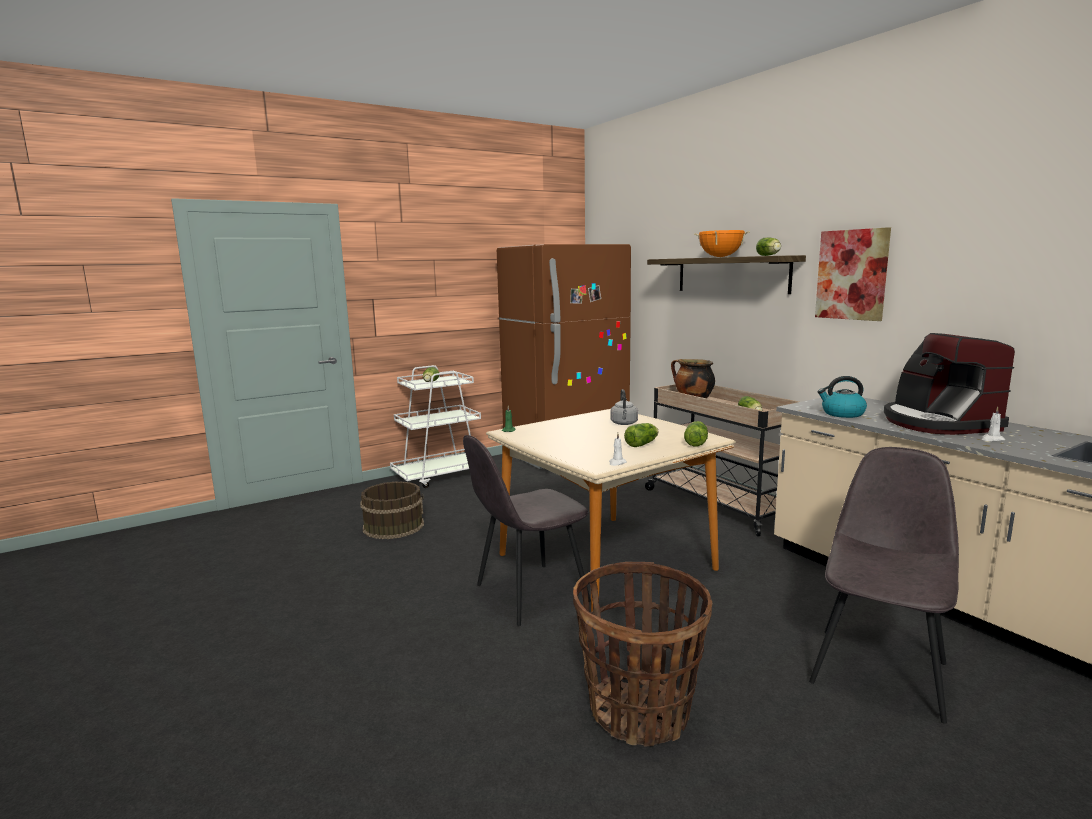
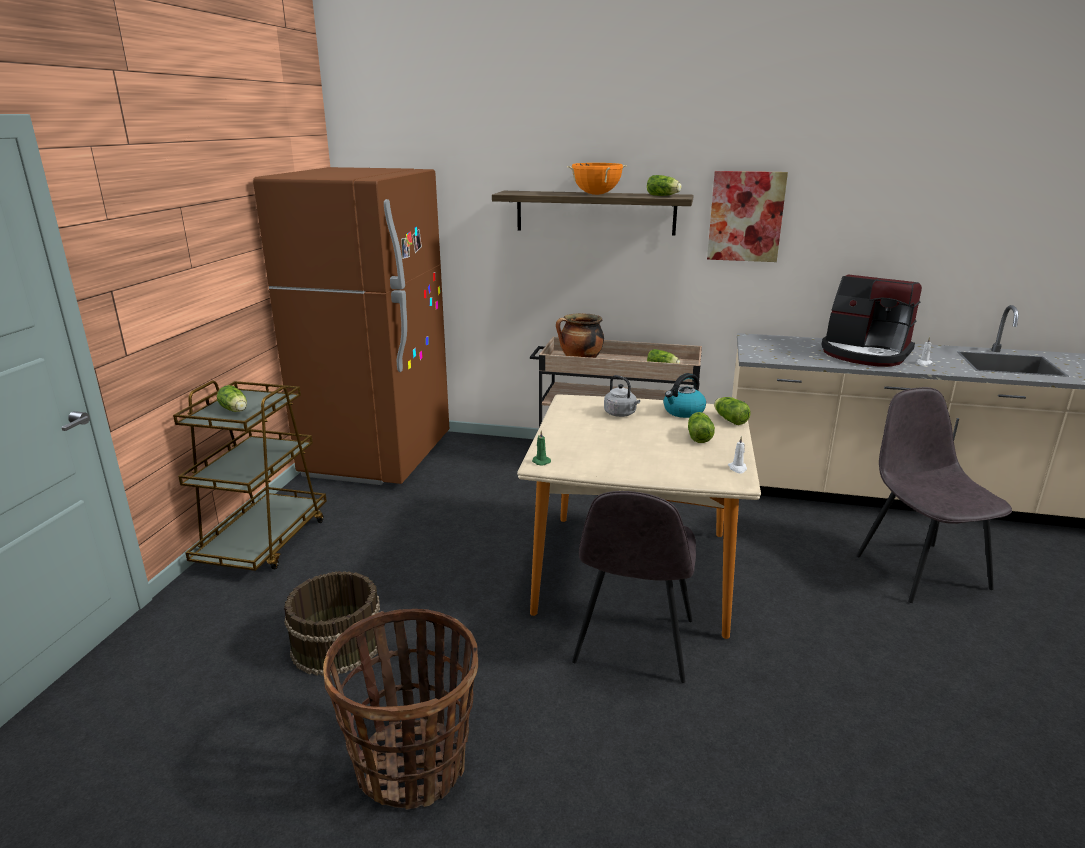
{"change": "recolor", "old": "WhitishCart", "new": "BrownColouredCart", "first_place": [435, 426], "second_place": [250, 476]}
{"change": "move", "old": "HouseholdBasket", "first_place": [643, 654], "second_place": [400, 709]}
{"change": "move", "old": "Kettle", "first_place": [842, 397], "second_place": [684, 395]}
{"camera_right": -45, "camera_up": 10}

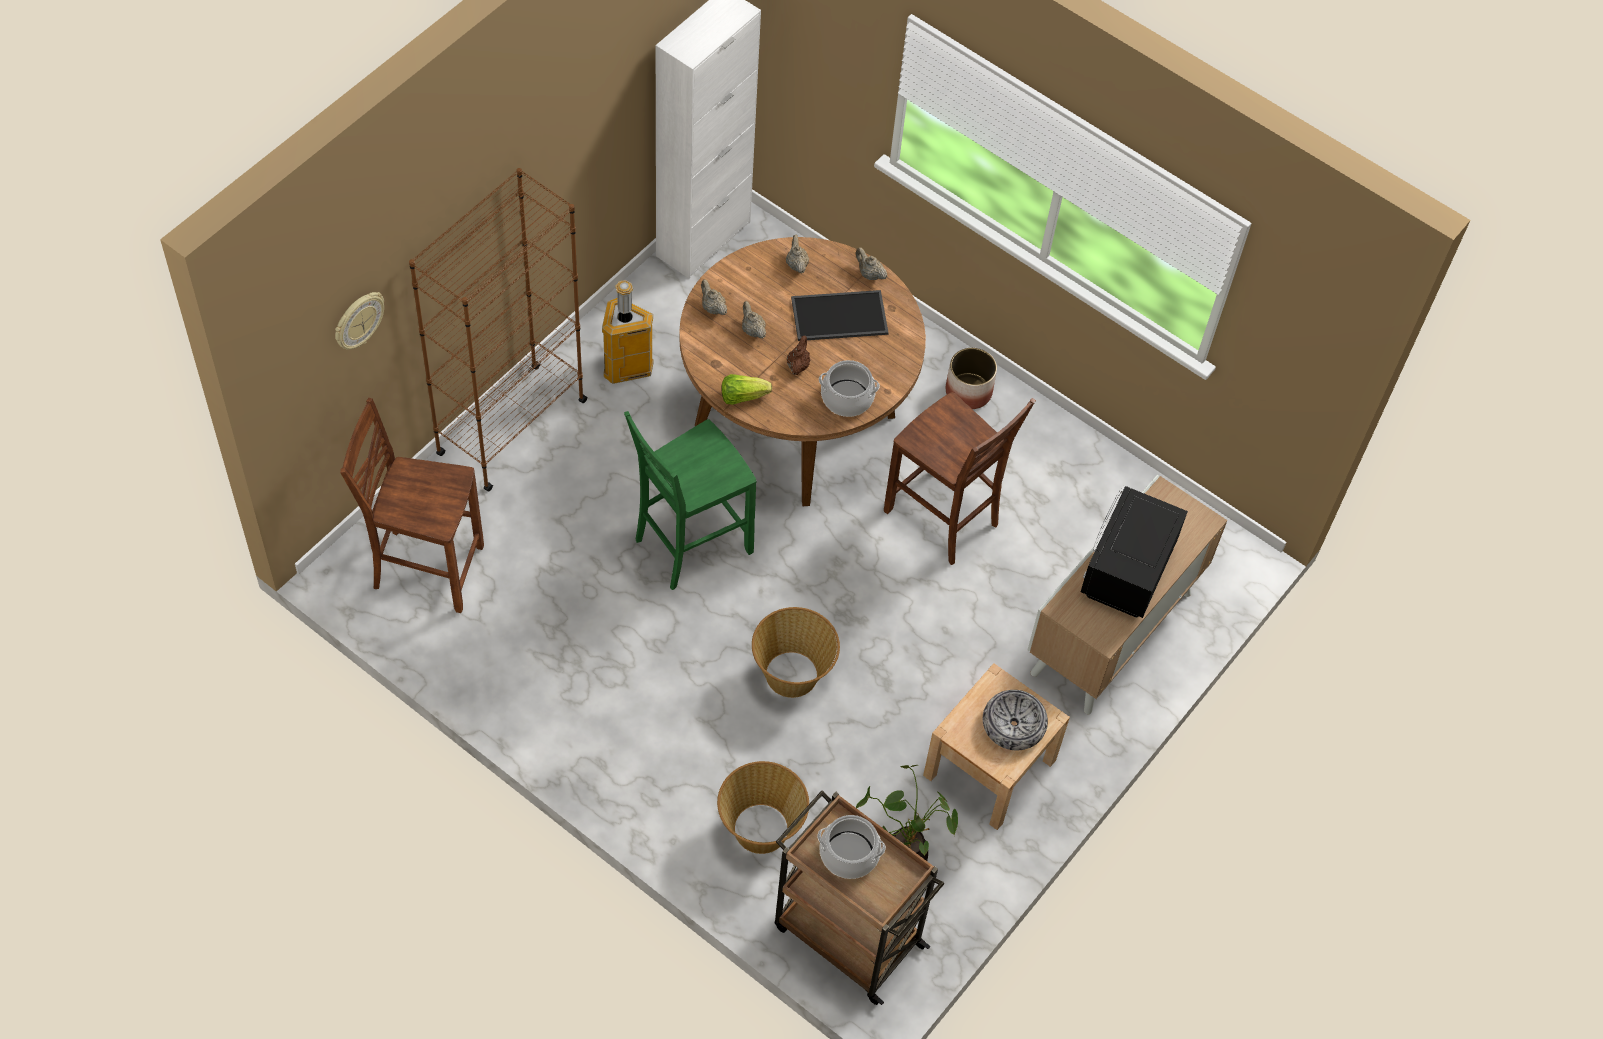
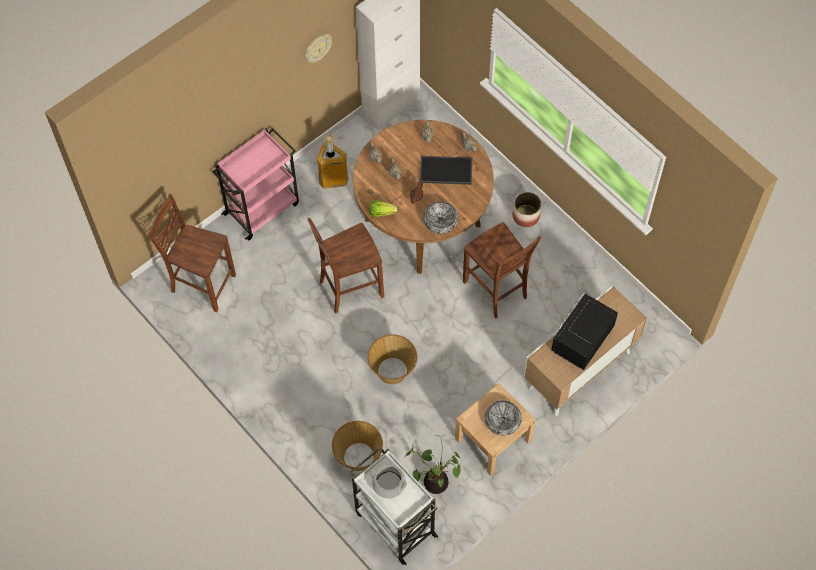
{"change": "move", "old": "ClockOnTheWall", "first_place": [359, 320], "second_place": [318, 48]}
{"change": "replace", "old": "BrownColouredShelvingUnit", "new": "PinkishCart", "first_place": [498, 329], "second_place": [255, 184]}
{"change": "recolor", "old": "GreenUprightChair", "new": "BrownColouredUprightChair", "first_place": [690, 500], "second_place": [346, 266]}
{"change": "recolor", "old": "BrownColouredCart", "new": "WhitishCart", "first_place": [859, 897], "second_place": [394, 506]}
{"change": "replace", "old": "Stockpot", "new": "ServingBowl", "first_place": [849, 388], "second_place": [440, 217]}
{"camera_right": 15, "camera_up": 5}

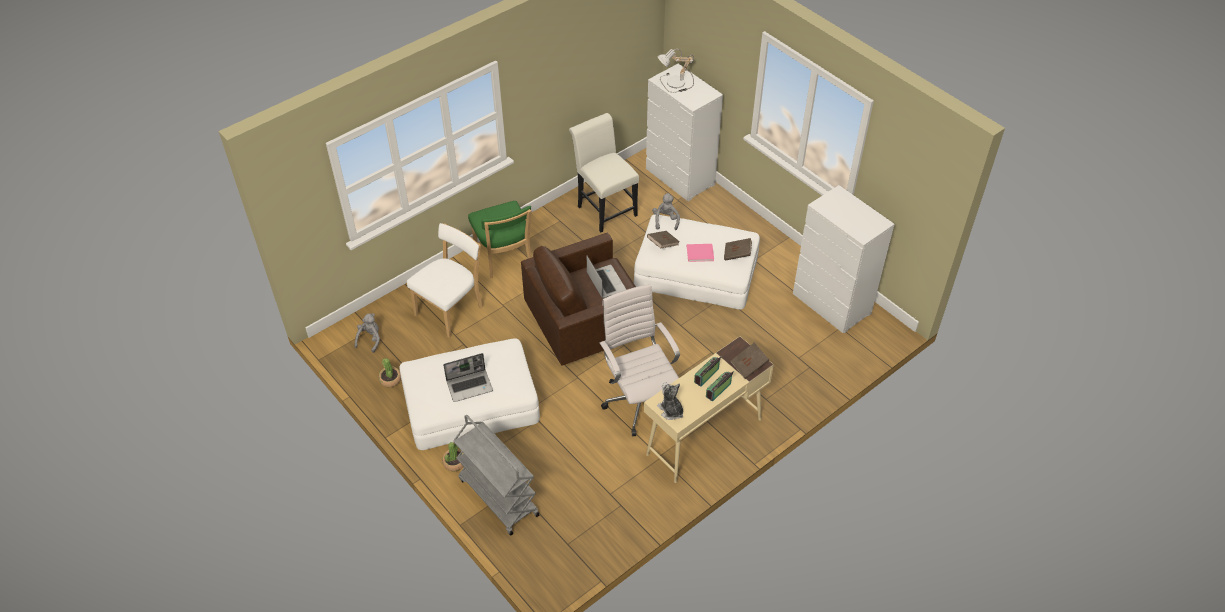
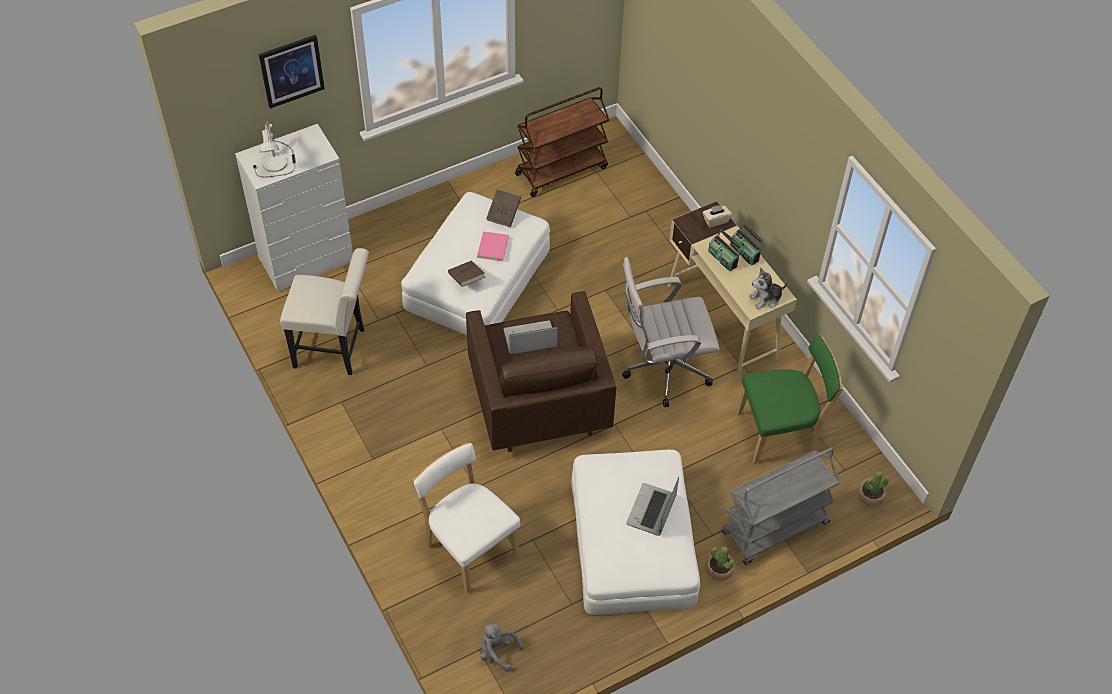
{"change": "move", "old": "Houseplant", "first_place": [390, 373], "second_place": [873, 488]}
{"change": "rotate", "old": "Laptop", "first_place": [468, 377], "second_place": [652, 506], "degrees": -150}
{"change": "move", "old": "GreenUprightChair", "first_place": [500, 239], "second_place": [790, 399]}
{"change": "rotate", "old": "WhitishUprightChair", "first_place": [604, 172], "second_place": [324, 311], "degrees": -150}
{"change": "delete", "old": "GraySoftToy", "first_place": [666, 211]}
{"change": "replace", "old": "BrownColouredBook", "new": "SandColouredTissueHolder", "first_place": [750, 360], "second_place": [717, 216]}
{"change": "replace", "old": "WhitishChestOfDrawers", "new": "BrownColouredCart", "first_place": [843, 259], "second_place": [562, 142]}
{"change": "insert", "new": "WallArt", "second_place": [292, 72]}
{"camera_right": -80, "camera_up": 5}

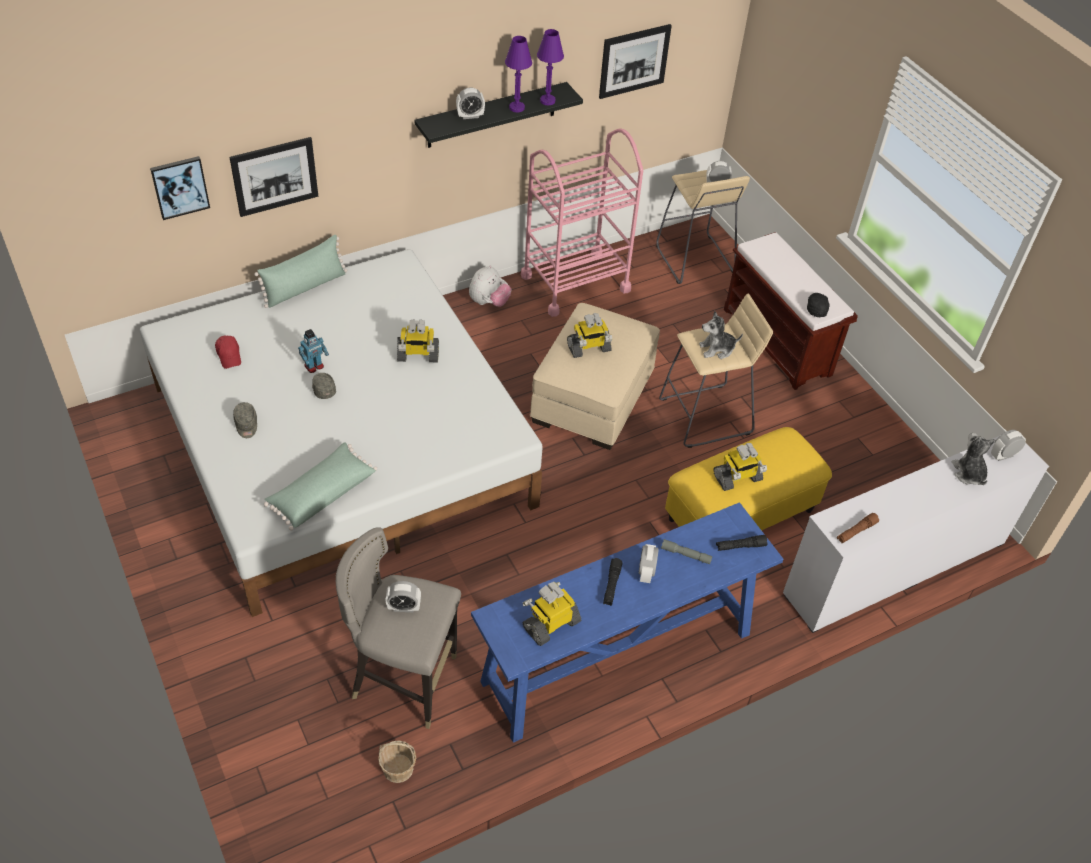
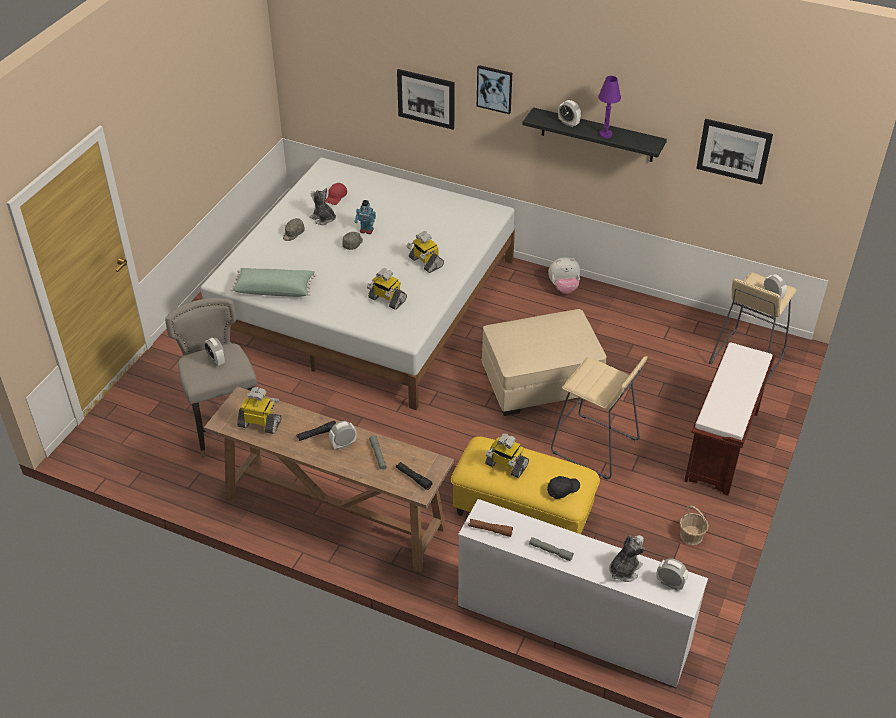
{"change": "move", "old": "WallArt", "first_place": [180, 188], "second_place": [494, 89]}
{"change": "delete", "old": "GreenThrowPillow", "first_place": [300, 271]}
{"change": "move", "old": "HouseholdBasket", "first_place": [397, 761], "second_place": [694, 525]}
{"change": "recolor", "old": "BlueNarrowTable", "new": "BrownColouredNarrowTable", "first_place": [627, 622], "second_place": [329, 479]}
{"change": "delete", "old": "PinkishCart", "first_place": [582, 222]}
{"change": "delete", "old": "PurpleLampForATable", "first_place": [550, 67]}
{"change": "move", "old": "ModelRobot", "first_place": [589, 335], "second_place": [387, 289]}
{"change": "move", "old": "SoftToy", "first_place": [721, 335], "second_place": [323, 206]}
{"change": "move", "old": "BlackColouredBaseballCap", "first_place": [818, 305], "second_place": [563, 487]}
{"change": "insert", "new": "GrayTorch", "second_place": [551, 549]}
{"camera_right": 55, "camera_up": -5}

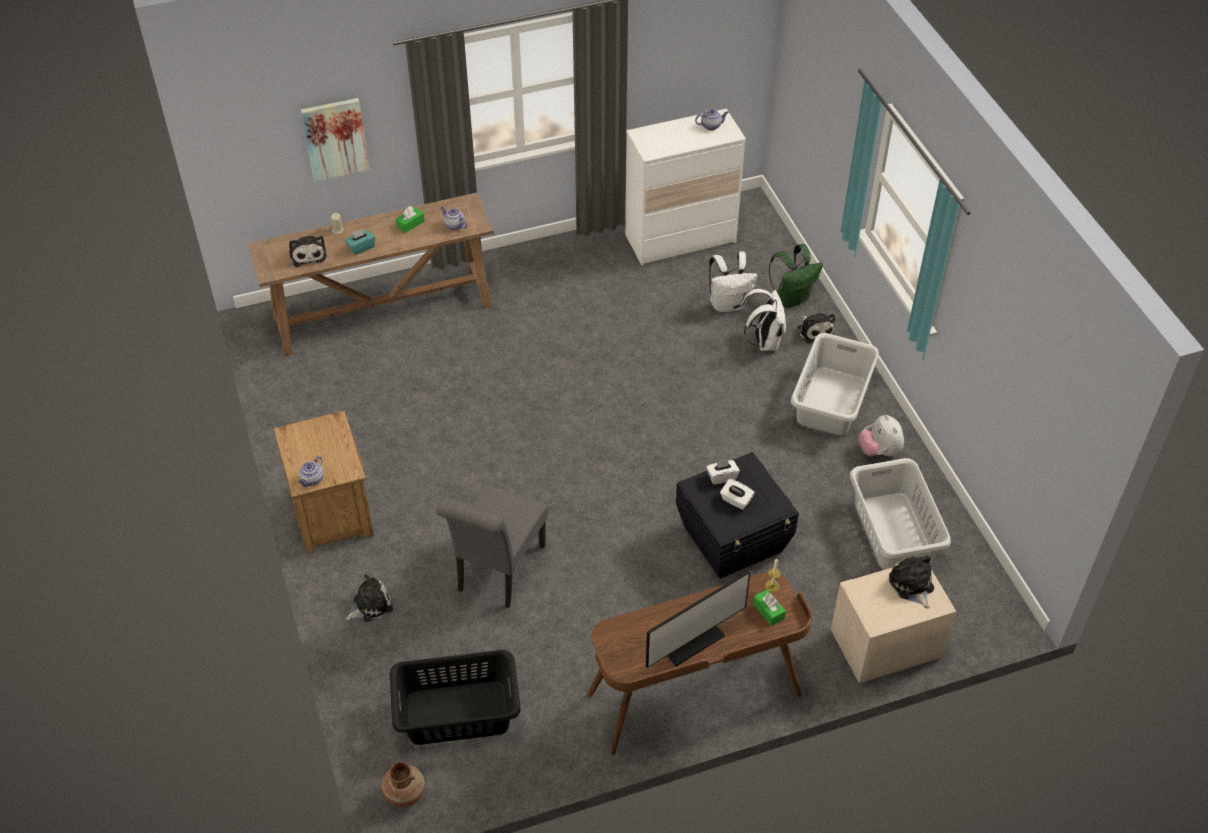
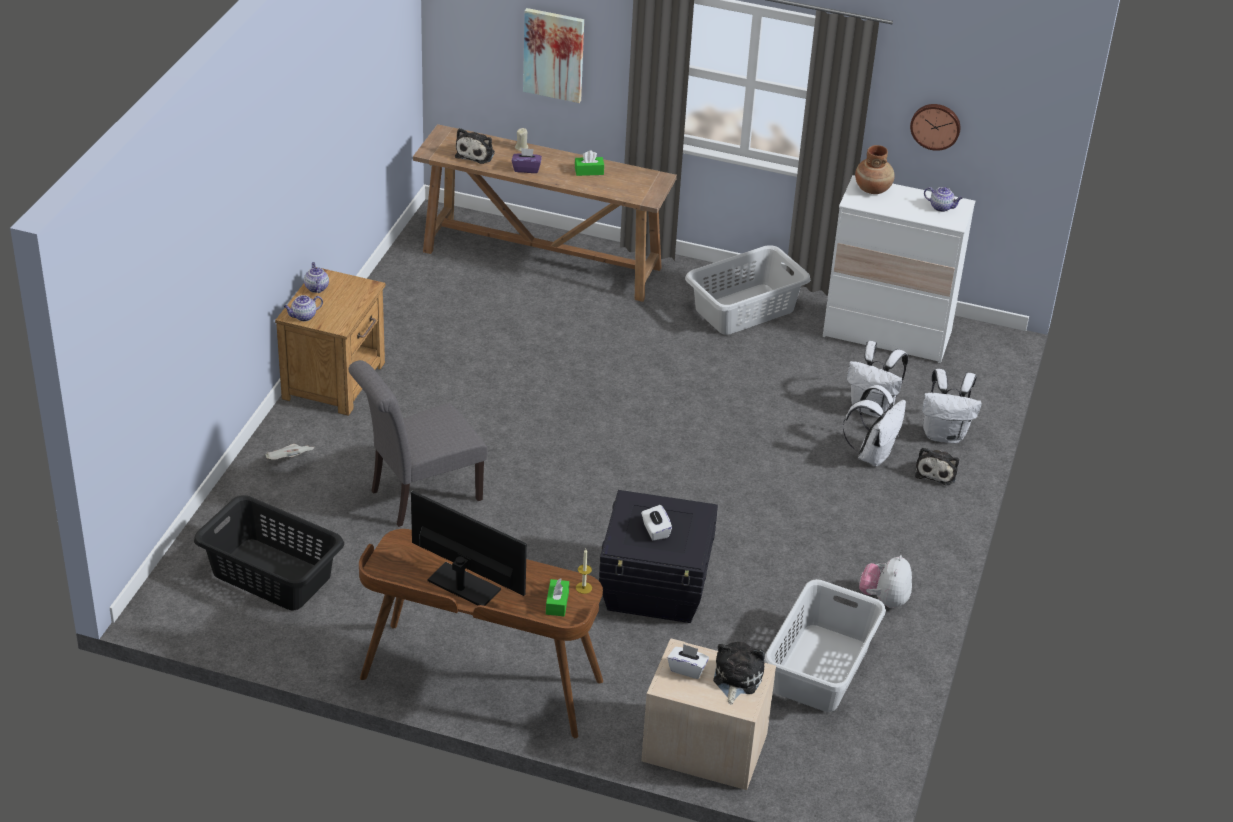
{"change": "recolor", "old": "TurquoiseTissueHolder", "new": "PurpleTissueHolder", "first_place": [360, 242], "second_place": [527, 160]}
{"change": "replace", "old": "SoftToy", "new": "DailyPaper", "first_place": [369, 598], "second_place": [290, 452]}
{"change": "move", "old": "BrownColouredVase", "first_place": [403, 784], "second_place": [875, 169]}
{"change": "move", "old": "TeaPot", "first_place": [454, 219], "second_place": [316, 277]}
{"change": "rotate", "old": "ComputerDisplay", "first_place": [698, 619], "second_place": [469, 548], "degrees": -150}
{"change": "move", "old": "WhitishTissueHolder", "first_place": [723, 472], "second_place": [688, 661]}
{"change": "recolor", "old": "GreenRucksack", "new": "WhitishRucksack", "first_place": [796, 276], "second_place": [952, 406]}
{"change": "move", "old": "GrayWashingBasket", "first_place": [835, 384], "second_place": [747, 290]}
{"change": "insert", "new": "ClockOnTheWall", "second_place": [935, 127]}
{"camera_right": 35, "camera_up": -10}

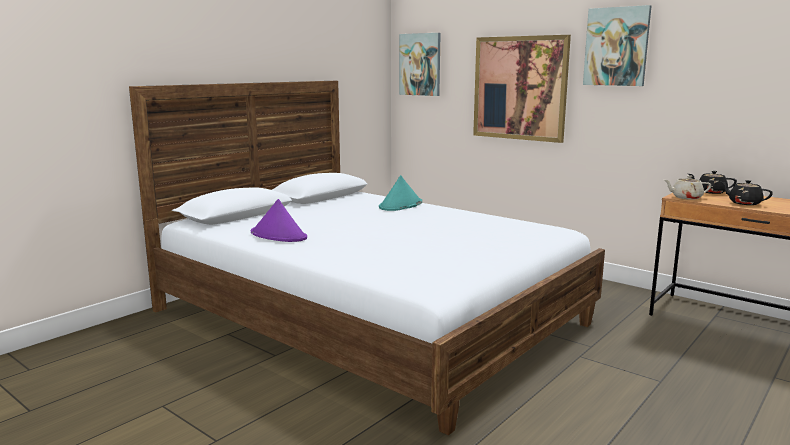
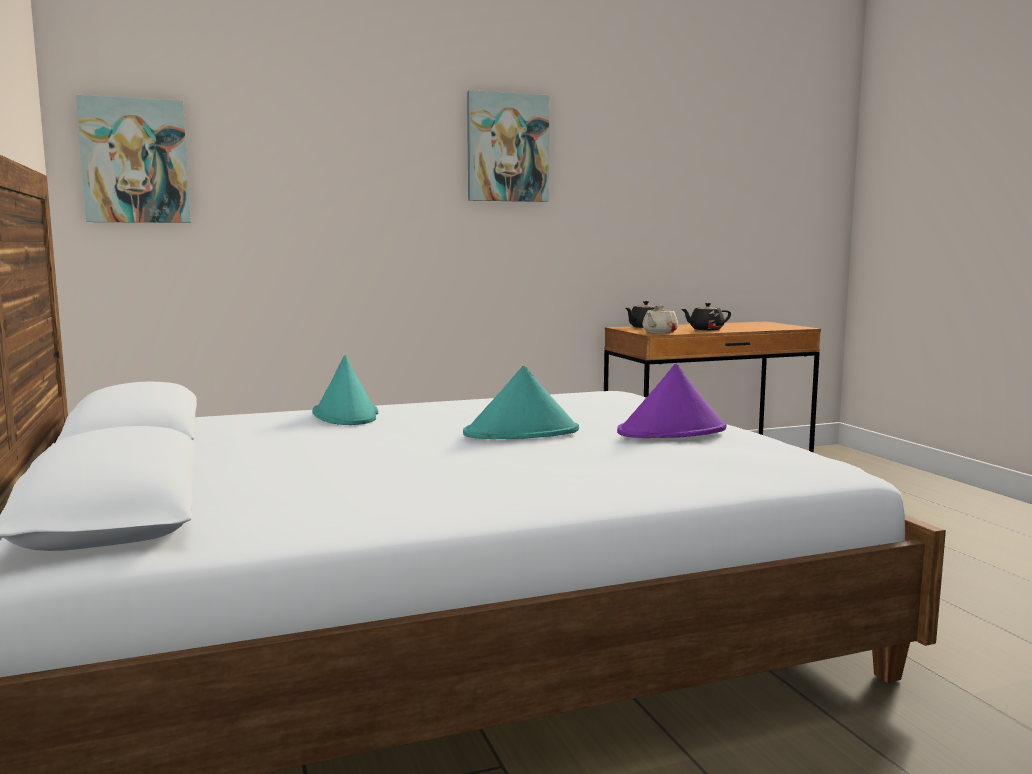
{"change": "move", "old": "PurpleHat", "first_place": [279, 220], "second_place": [672, 400]}
{"change": "delete", "old": "WallArt", "first_place": [522, 89]}
{"change": "insert", "new": "TurquoiseHat", "second_place": [521, 402]}
{"camera_right": -60, "camera_up": -5}

